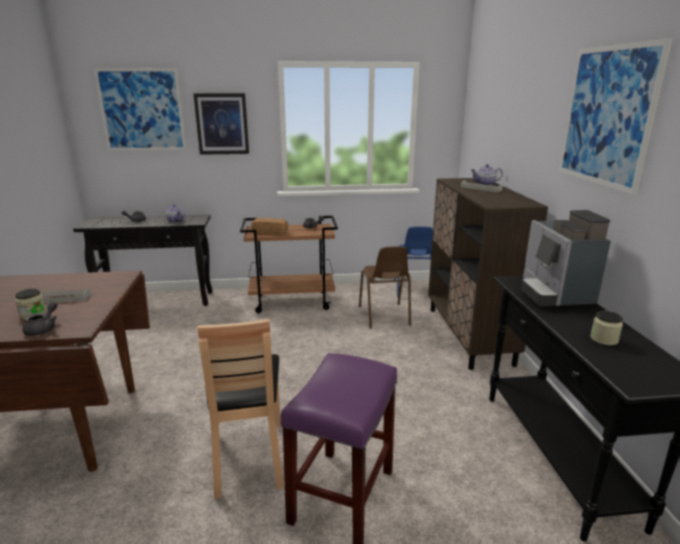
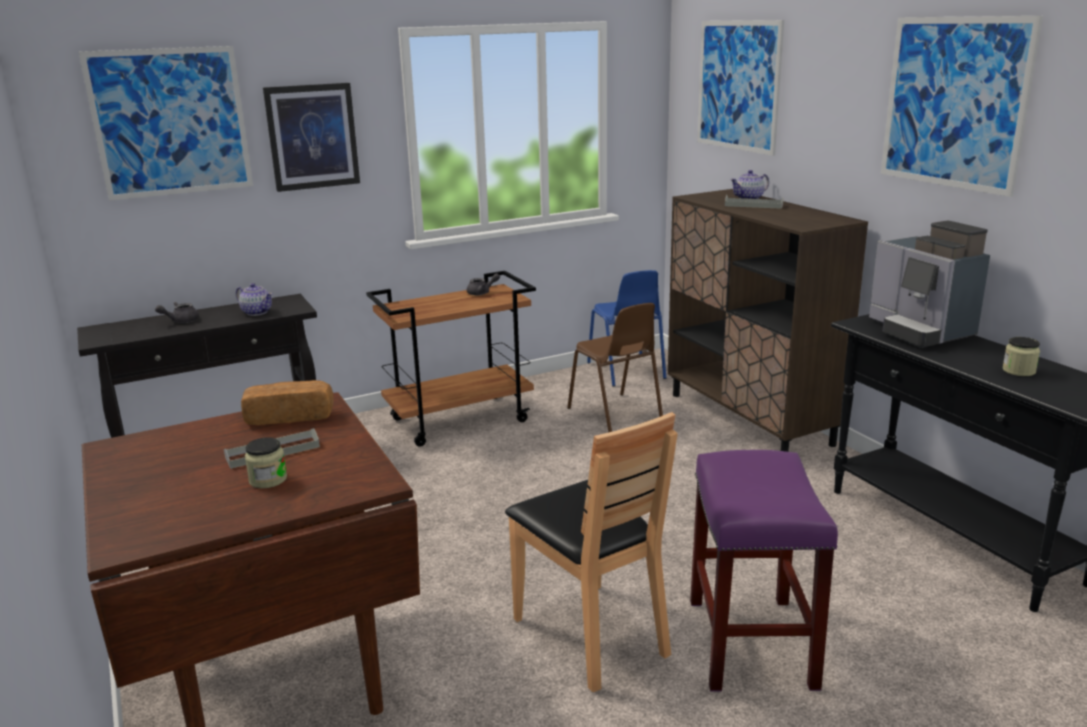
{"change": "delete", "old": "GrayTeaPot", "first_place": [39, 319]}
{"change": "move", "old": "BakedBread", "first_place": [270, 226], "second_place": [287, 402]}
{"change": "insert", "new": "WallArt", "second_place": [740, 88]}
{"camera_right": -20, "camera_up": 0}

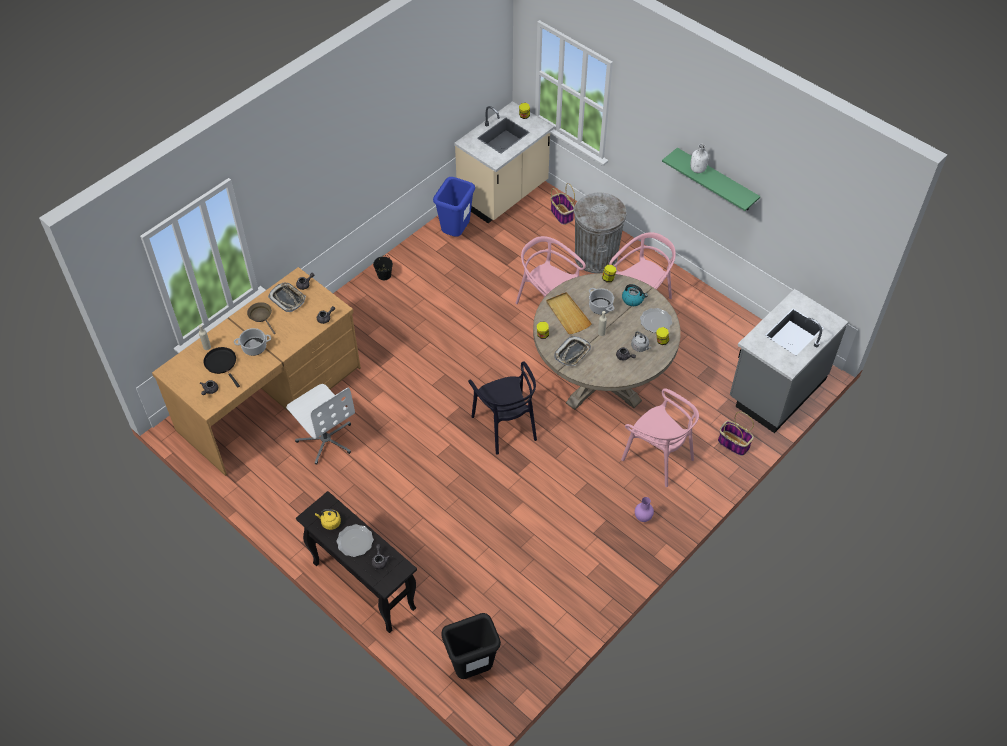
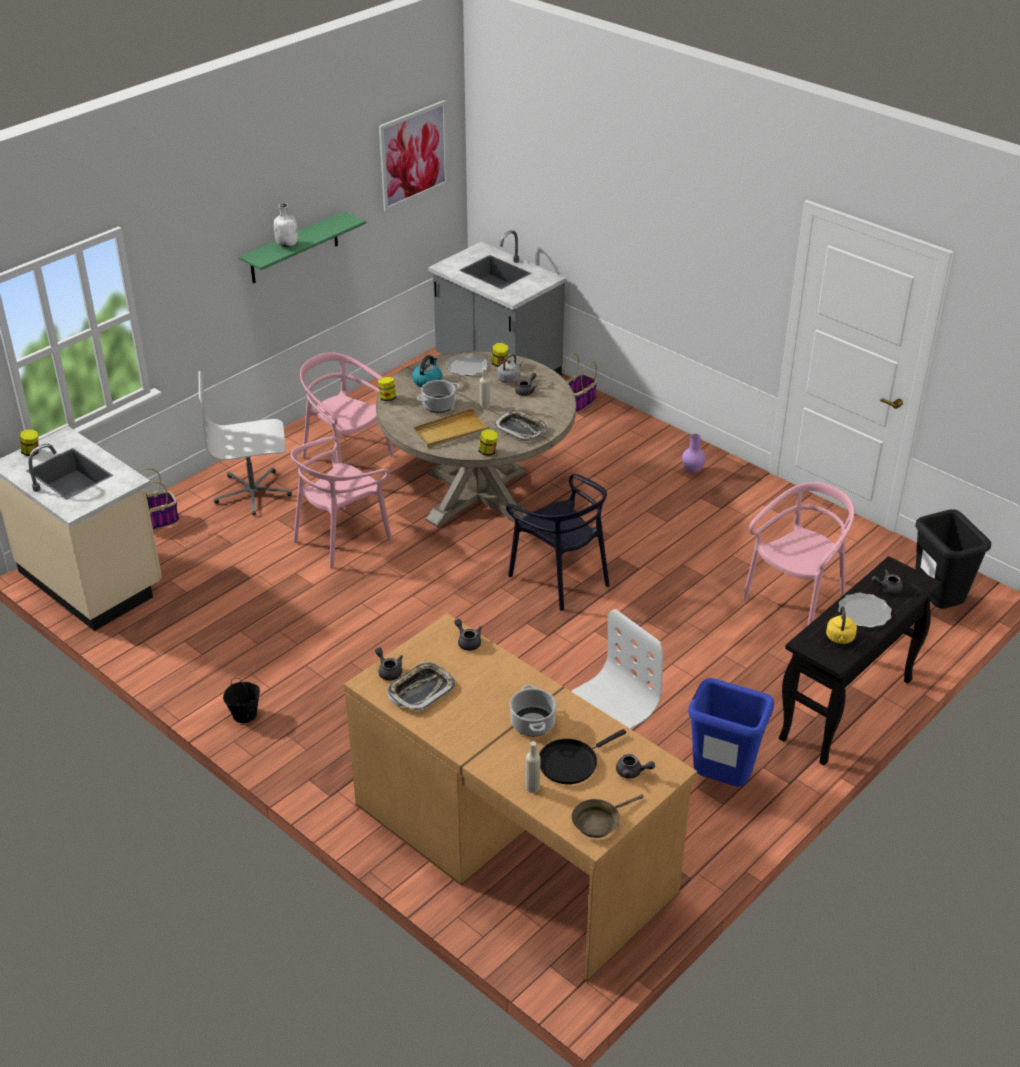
{"change": "move", "old": "BrownColouredFryingPan", "first_place": [261, 318], "second_place": [608, 816]}
{"change": "move", "old": "BlueTrashCan", "first_place": [454, 207], "second_place": [731, 732]}
{"change": "rotate", "old": "BlackColouredUprightChair", "first_place": [502, 407], "second_place": [558, 542], "degrees": 75}
{"change": "replace", "old": "GrayTrashCan", "new": "WhitishComputerChair", "first_place": [600, 233], "second_place": [245, 443]}
{"change": "move", "old": "PinkishUprightChair", "first_place": [660, 437], "second_place": [798, 554]}
{"change": "insert", "new": "WallArt", "second_place": [413, 156]}
{"camera_right": -90, "camera_up": -15}

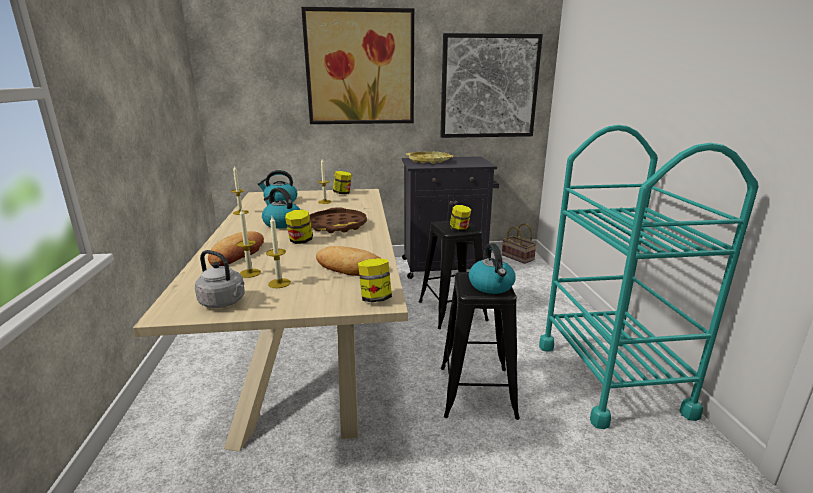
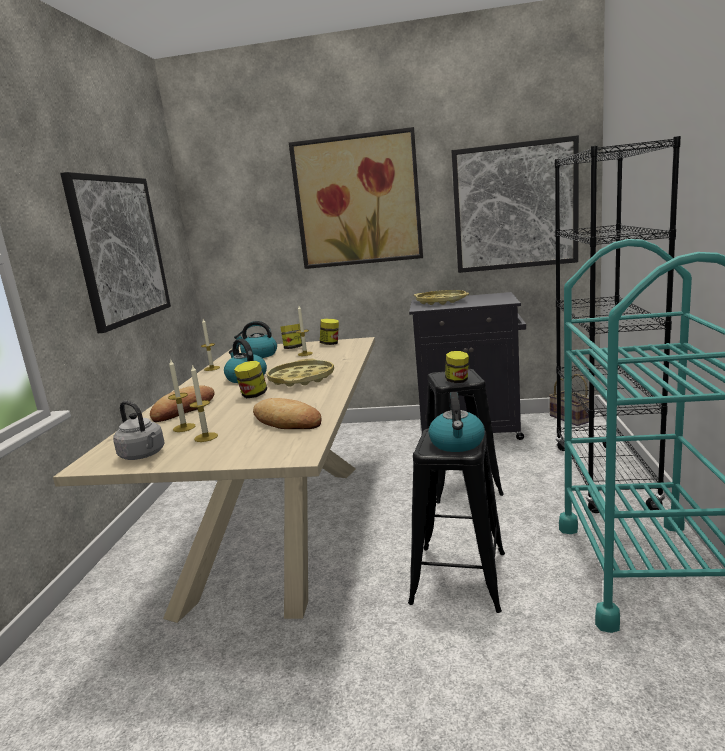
{"change": "recolor", "old": "BrownColouredTray", "new": "YellowishTray", "first_place": [338, 220], "second_place": [300, 372]}
{"change": "move", "old": "Jar", "first_place": [375, 280], "second_place": [291, 336]}
{"change": "insert", "new": "WallArt", "second_place": [115, 252]}
{"change": "insert", "new": "BlackColouredShelvingUnit", "second_place": [618, 324]}
{"camera_right": 15, "camera_up": -5}

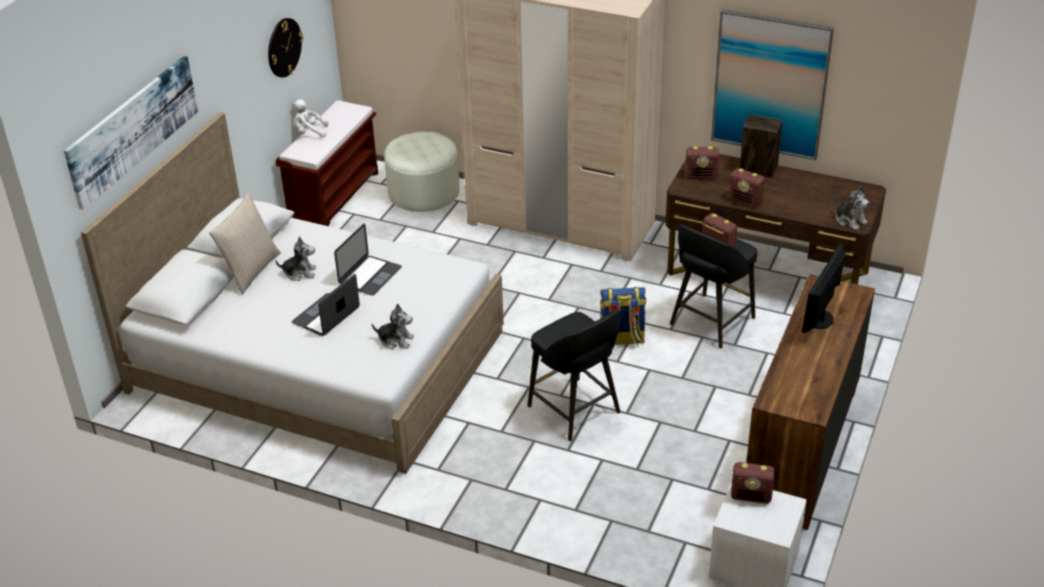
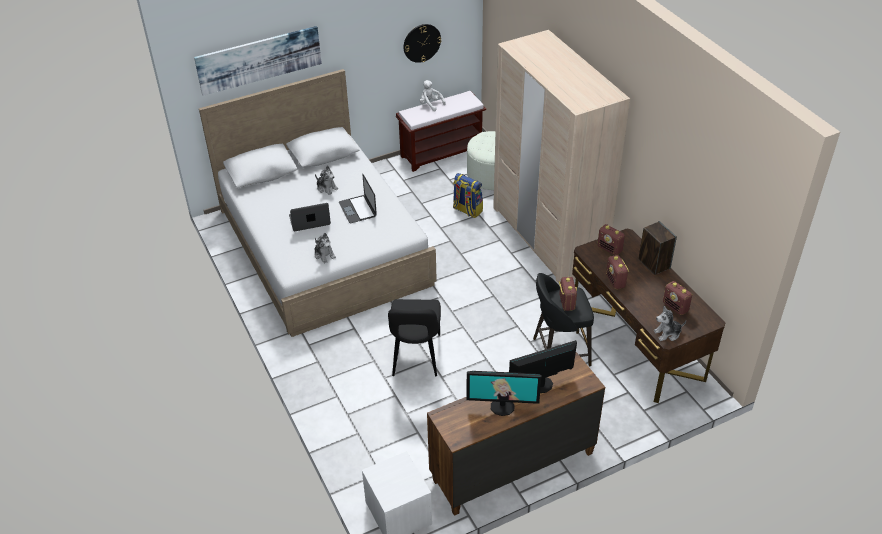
{"change": "delete", "old": "SandColouredThrowPillow", "first_place": [245, 243]}
{"change": "rotate", "old": "Laptop", "first_place": [368, 259], "second_place": [358, 198], "degrees": 90}
{"change": "replace", "old": "BlackColouredStoolSeat", "new": "BlackColouredUprightChair", "first_place": [573, 375], "second_place": [414, 337]}
{"change": "move", "old": "Rucksack", "first_place": [623, 316], "second_place": [468, 195]}
{"change": "delete", "old": "WallArt", "first_place": [772, 85]}
{"change": "move", "old": "RadioSet", "first_place": [753, 483], "second_place": [677, 298]}
{"change": "rotate", "old": "SoftToy", "first_place": [851, 208], "second_place": [670, 323], "degrees": 75}
{"change": "insert", "new": "ComputerDisplay", "second_place": [503, 393]}
{"camera_right": 40, "camera_up": 5}

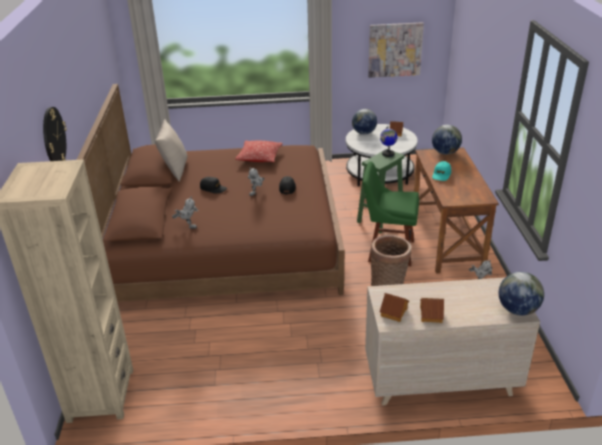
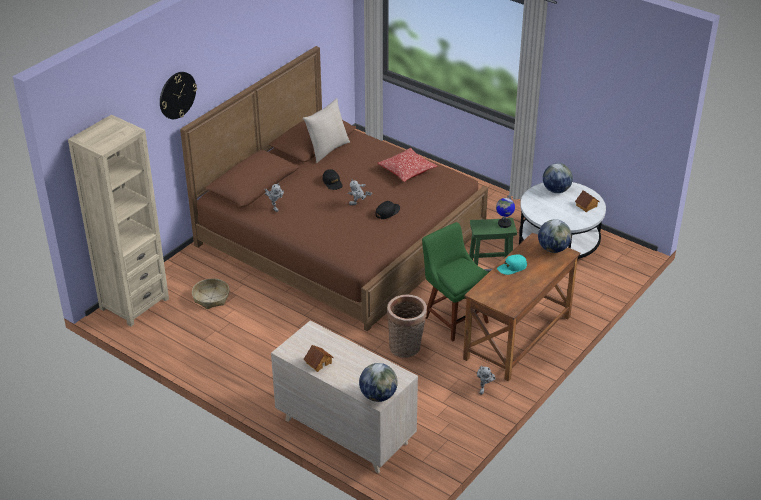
{"change": "delete", "old": "WallArt", "first_place": [396, 50]}
{"change": "delete", "old": "MiniatureHouse", "first_place": [394, 307]}
{"change": "insert", "new": "HouseholdBasket", "second_place": [211, 294]}
{"camera_right": 40, "camera_up": 5}

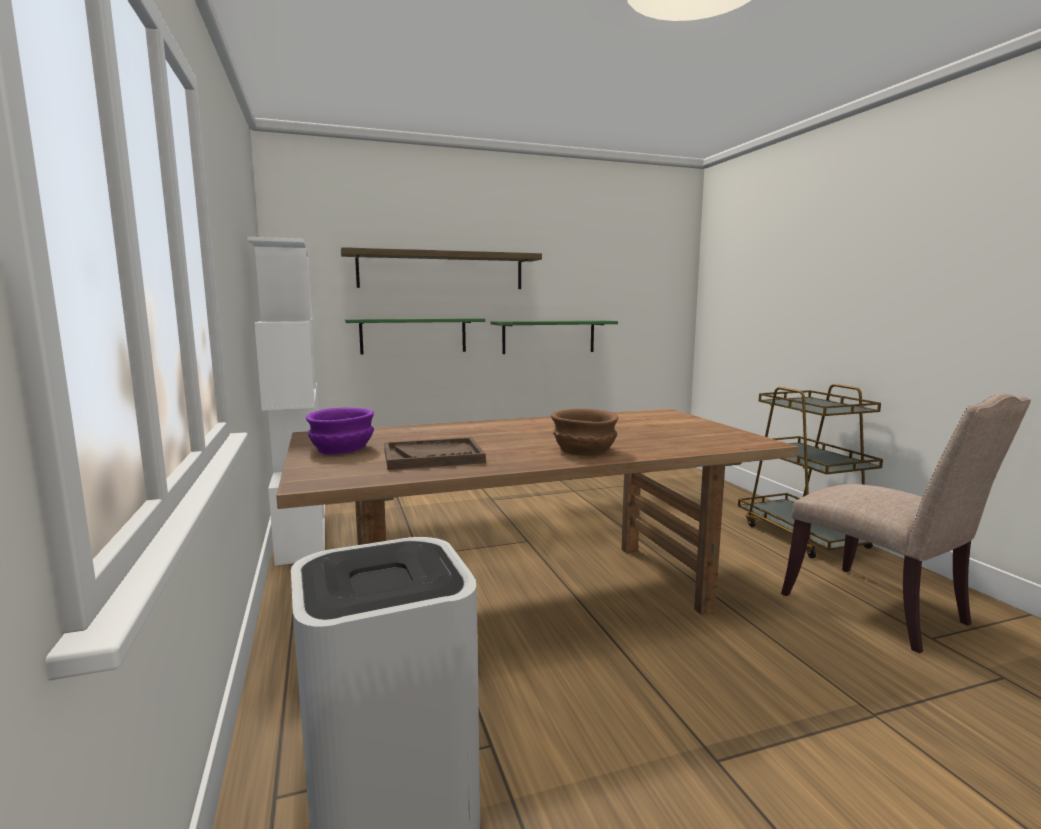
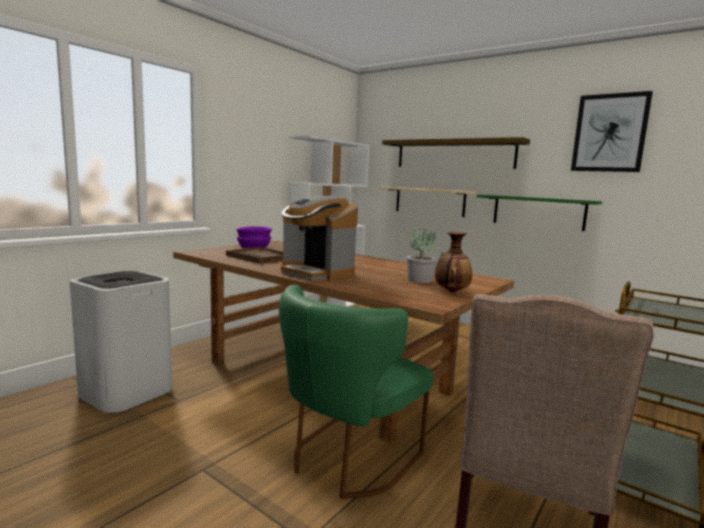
{"change": "recolor", "old": "GreenShelf", "new": "SandColouredShelf", "first_place": [415, 336], "second_place": [427, 202]}
{"change": "replace", "old": "BrownColouredServingBowl", "new": "CoffeeMaker", "first_place": [584, 432], "second_place": [319, 238]}
{"change": "insert", "new": "GreenUprightChair", "second_place": [356, 392]}
{"change": "insert", "new": "Houseplant", "second_place": [421, 255]}
{"change": "insert", "new": "Vase", "second_place": [453, 262]}
{"change": "insert", "new": "WallArt", "second_place": [612, 131]}
{"camera_right": 55, "camera_up": 0}

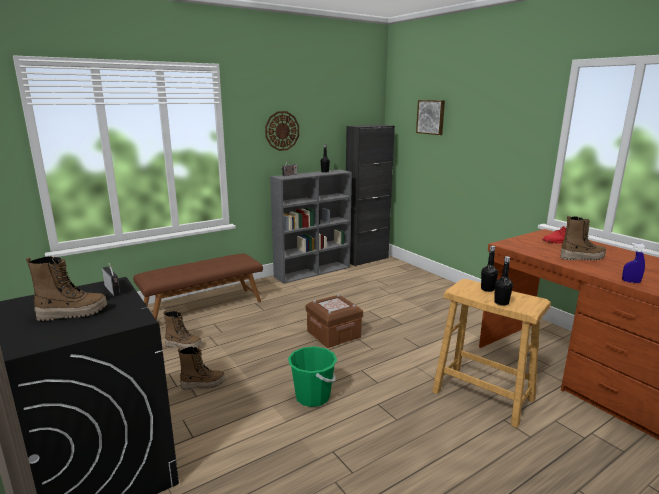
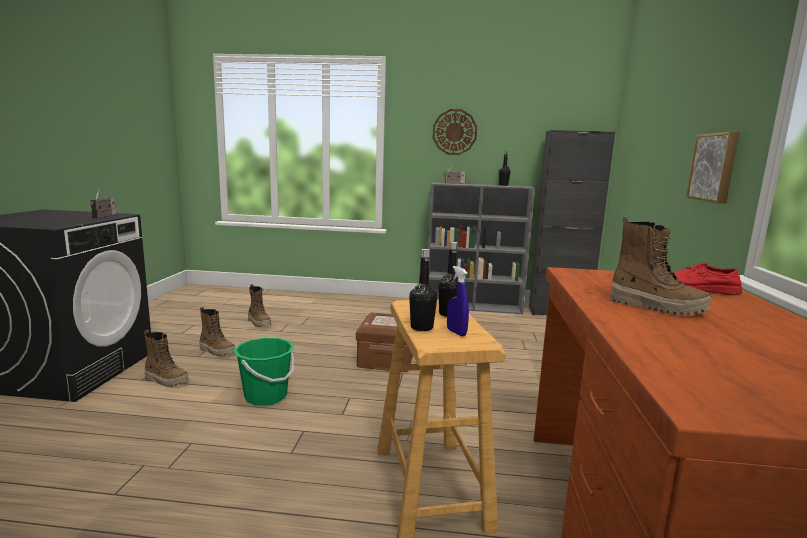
{"change": "move", "old": "TallBoot", "first_place": [66, 288], "second_place": [166, 358]}
{"change": "delete", "old": "BrownColouredIndoorBench", "first_place": [198, 286]}
{"change": "move", "old": "WallArt", "first_place": [430, 117], "second_place": [712, 167]}
{"change": "move", "old": "BlueSprayBottle", "first_place": [634, 263], "second_place": [458, 301]}
{"camera_right": 40, "camera_up": -5}

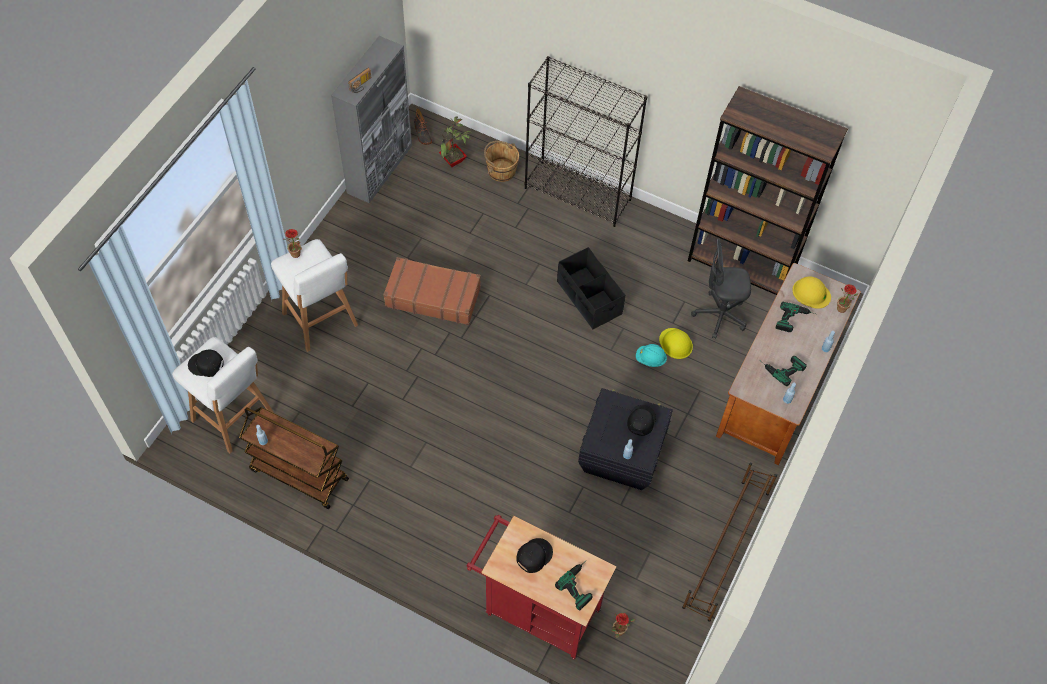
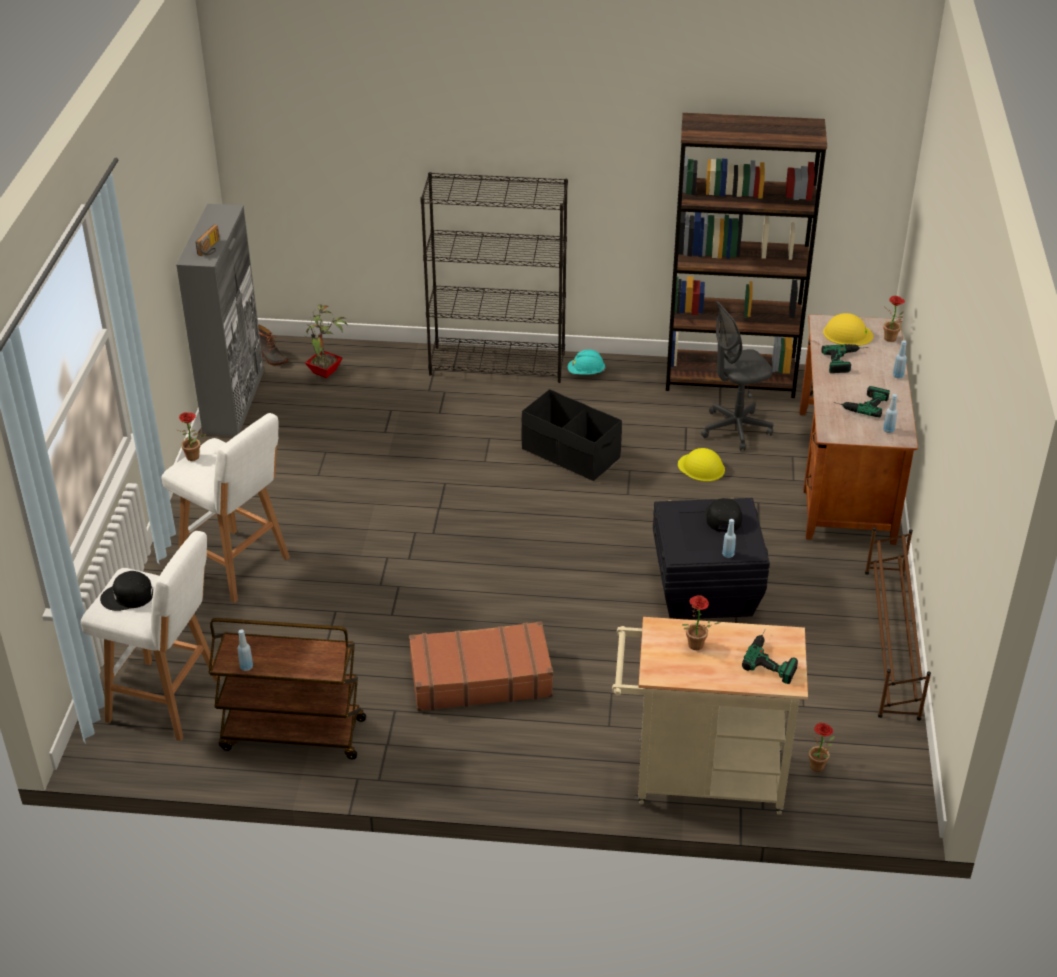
{"change": "move", "old": "BrownColouredPieceOfLuggage", "first_place": [432, 291], "second_place": [481, 666]}
{"change": "recolor", "old": "RedColouredCart", "new": "SandColouredCart", "first_place": [541, 587], "second_place": [710, 716]}
{"change": "delete", "old": "BrownColouredWaterBucket", "first_place": [501, 161]}
{"change": "replace", "old": "BlackColouredBaseballCap", "new": "Houseplant", "first_place": [534, 555], "second_place": [701, 622]}
{"change": "move", "old": "TurquoiseSafetyHelmet", "first_place": [651, 355], "second_place": [586, 362]}
{"camera_right": -20, "camera_up": -20}

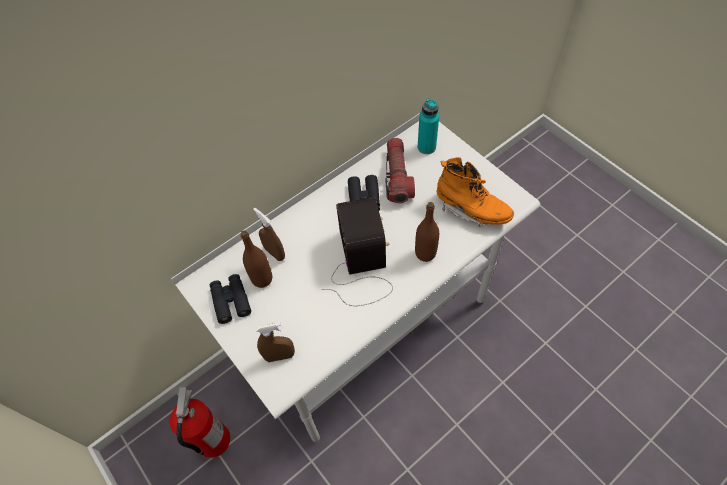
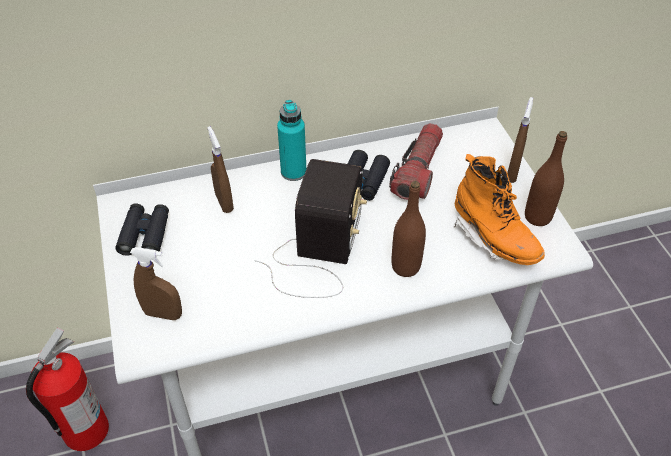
{"change": "move", "old": "BrownColouredBeverageBottle", "first_place": [256, 259], "second_place": [546, 178]}
{"change": "move", "old": "TurquoiseBeverageBottle", "first_place": [428, 126], "second_place": [291, 140]}
{"change": "insert", "new": "BrownColouredSprayBottle", "second_place": [520, 140]}
{"camera_right": 20, "camera_up": -10}

